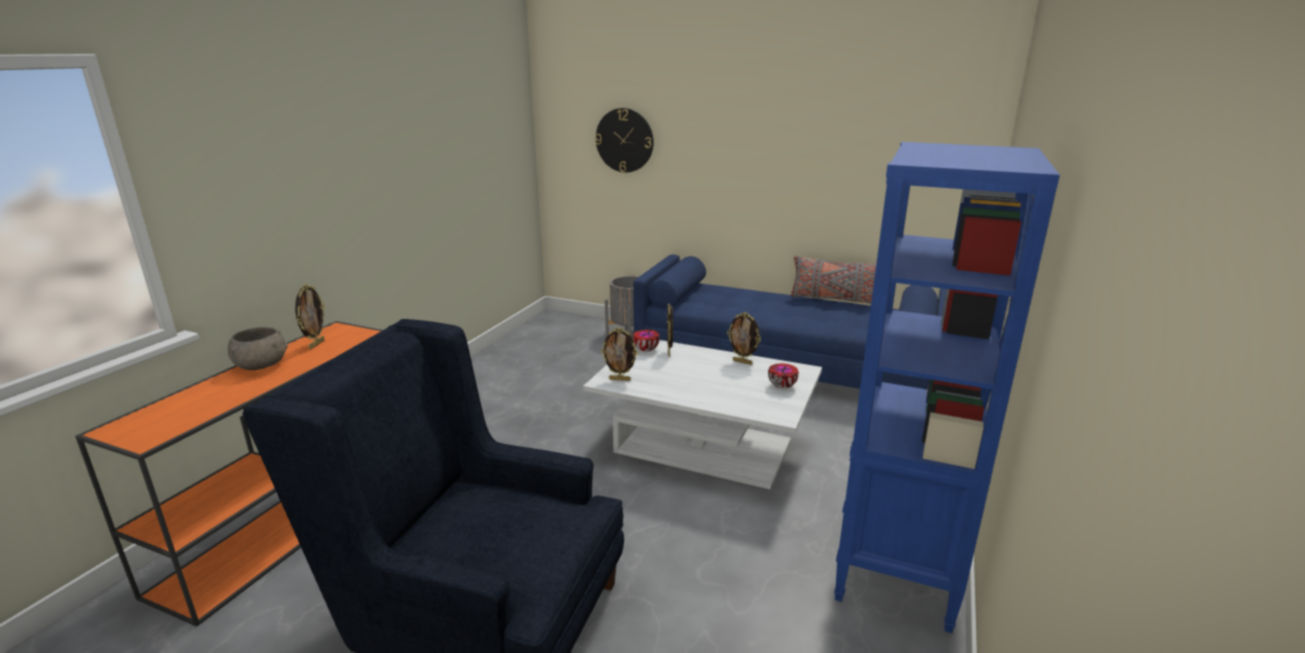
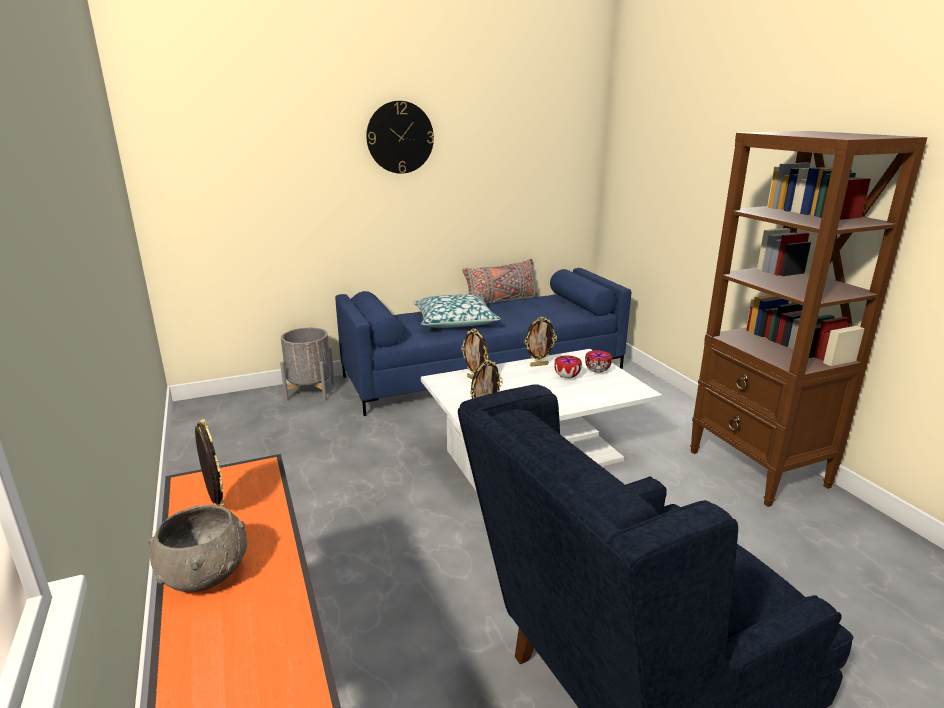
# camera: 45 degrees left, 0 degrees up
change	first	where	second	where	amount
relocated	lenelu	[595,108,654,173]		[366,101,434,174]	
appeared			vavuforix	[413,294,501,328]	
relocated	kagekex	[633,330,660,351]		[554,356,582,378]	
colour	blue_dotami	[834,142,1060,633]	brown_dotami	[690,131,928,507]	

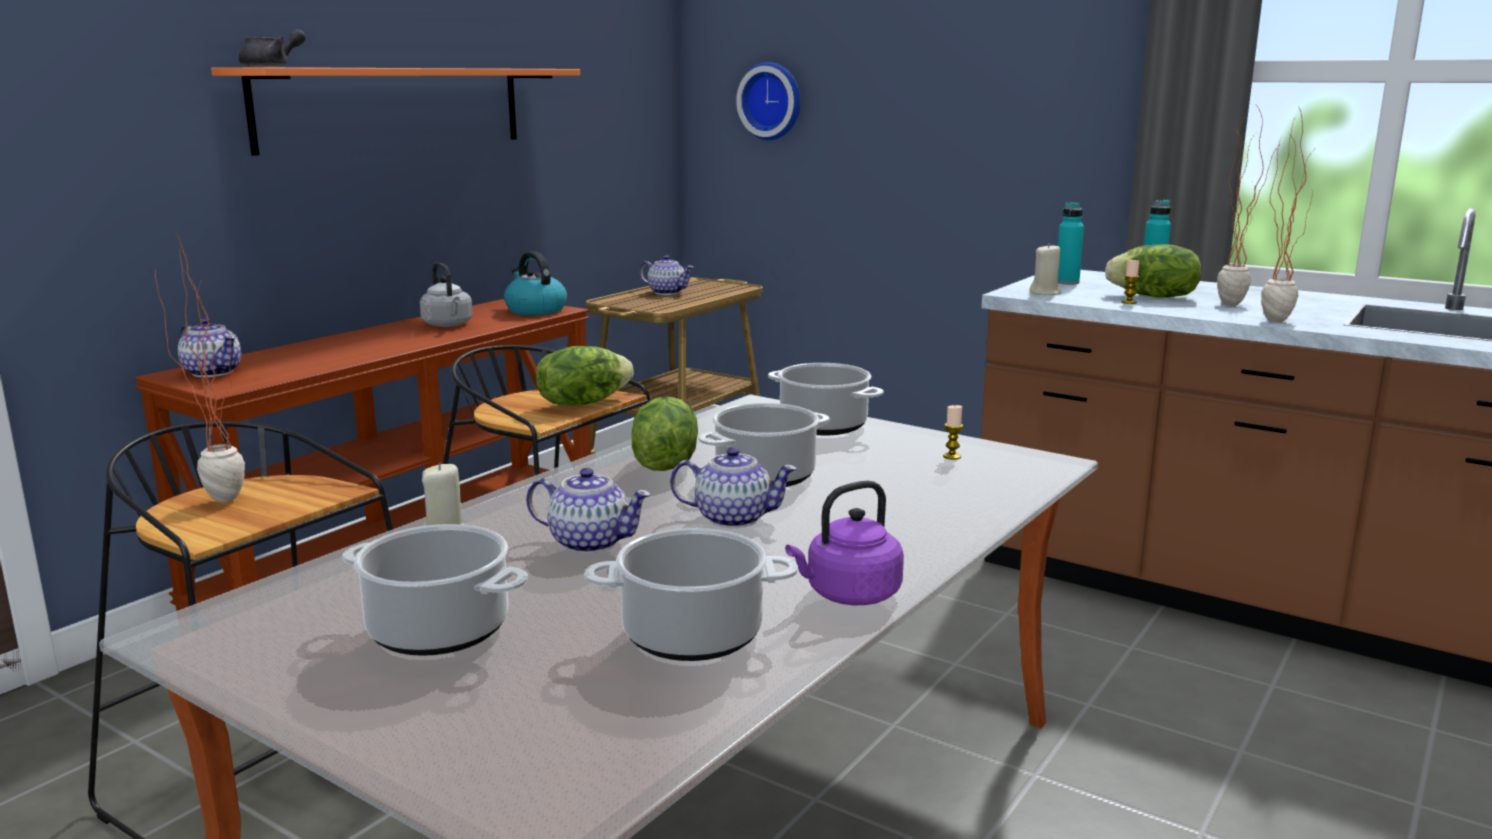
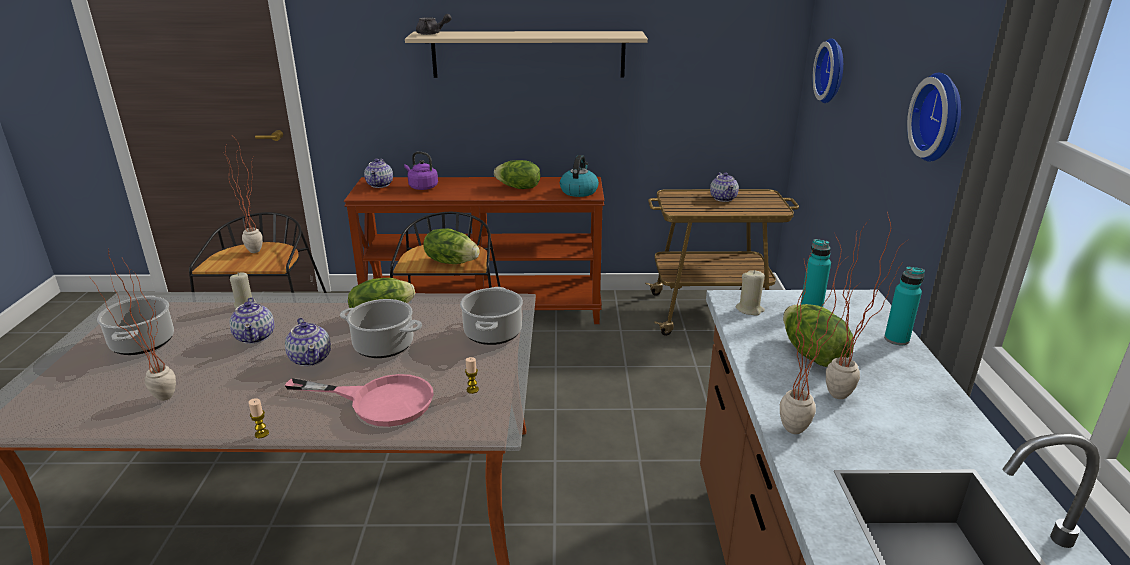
# camera: 55 degrees right, 10 degrees up
change	first	where	second	where	amount
exchanged	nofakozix	[584,528,798,661]	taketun	[90,249,176,401]	
relocated	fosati	[1122,259,1140,304]		[248,398,269,438]	
appeared			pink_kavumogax	[284,374,434,427]	
relocated	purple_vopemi	[785,481,904,605]		[404,152,438,190]	
colour	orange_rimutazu	[211,67,580,156]	beige_rimutazu	[405,31,648,78]	
exchanged	grey_vopemi	[420,262,473,327]	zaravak	[494,160,541,189]	
appeared			lenelu	[907,73,961,162]	

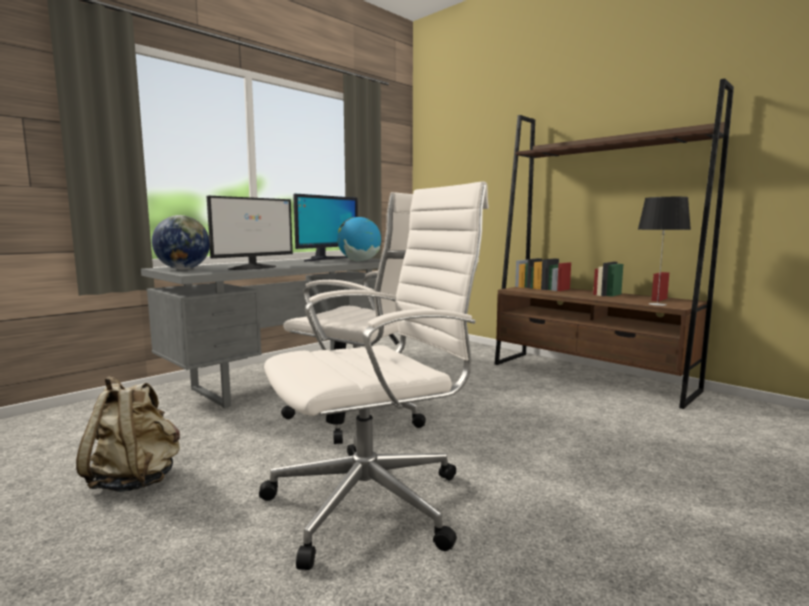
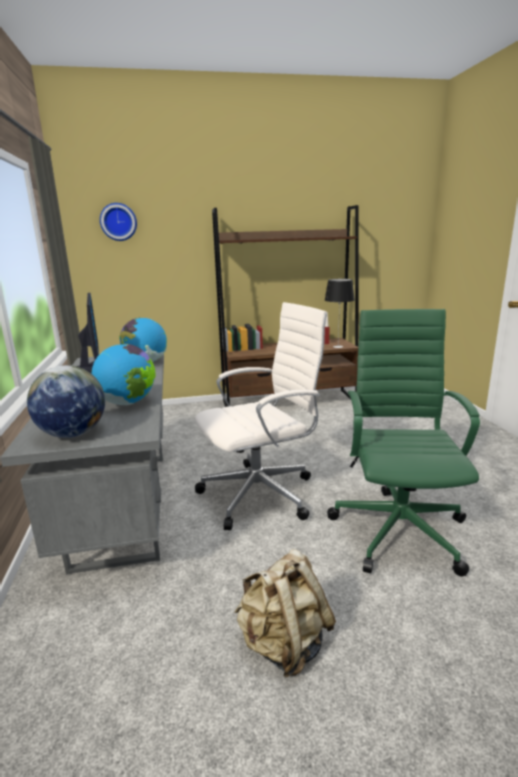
# camera: 55 degrees left, 10 degrees up
change	first	where	second	where	amount
exchanged	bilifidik	[207,196,293,270]	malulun	[92,344,155,405]	
appeared			lenelu	[100,203,137,241]	
colour	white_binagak	[259,181,489,570]	green_binagak	[327,309,480,577]	

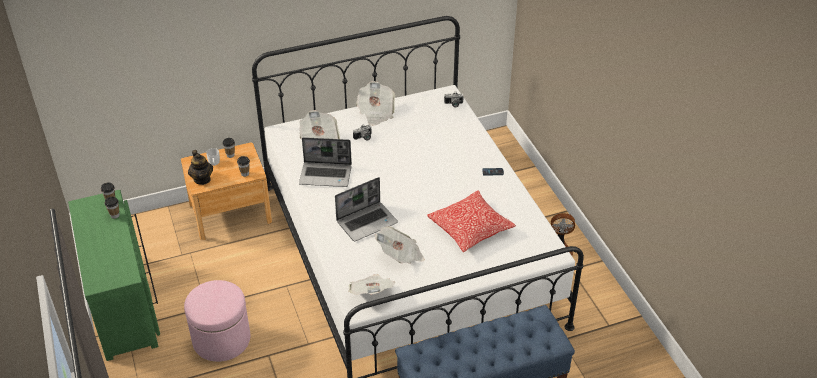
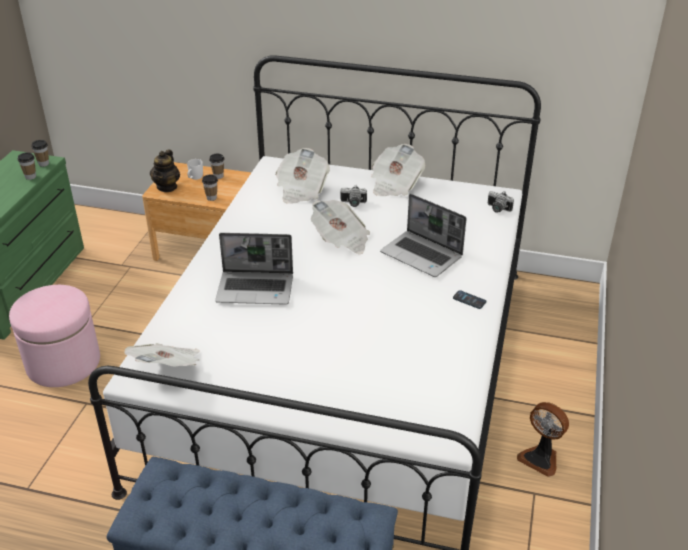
# camera: 35 degrees right, 5 degrees down
change	first	where	second	where	amount
relocated	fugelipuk	[375,226,425,264]		[311,200,370,254]	
relocated	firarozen	[299,137,352,187]		[380,194,466,277]	
missing	vavuforix	[427,191,516,252]			

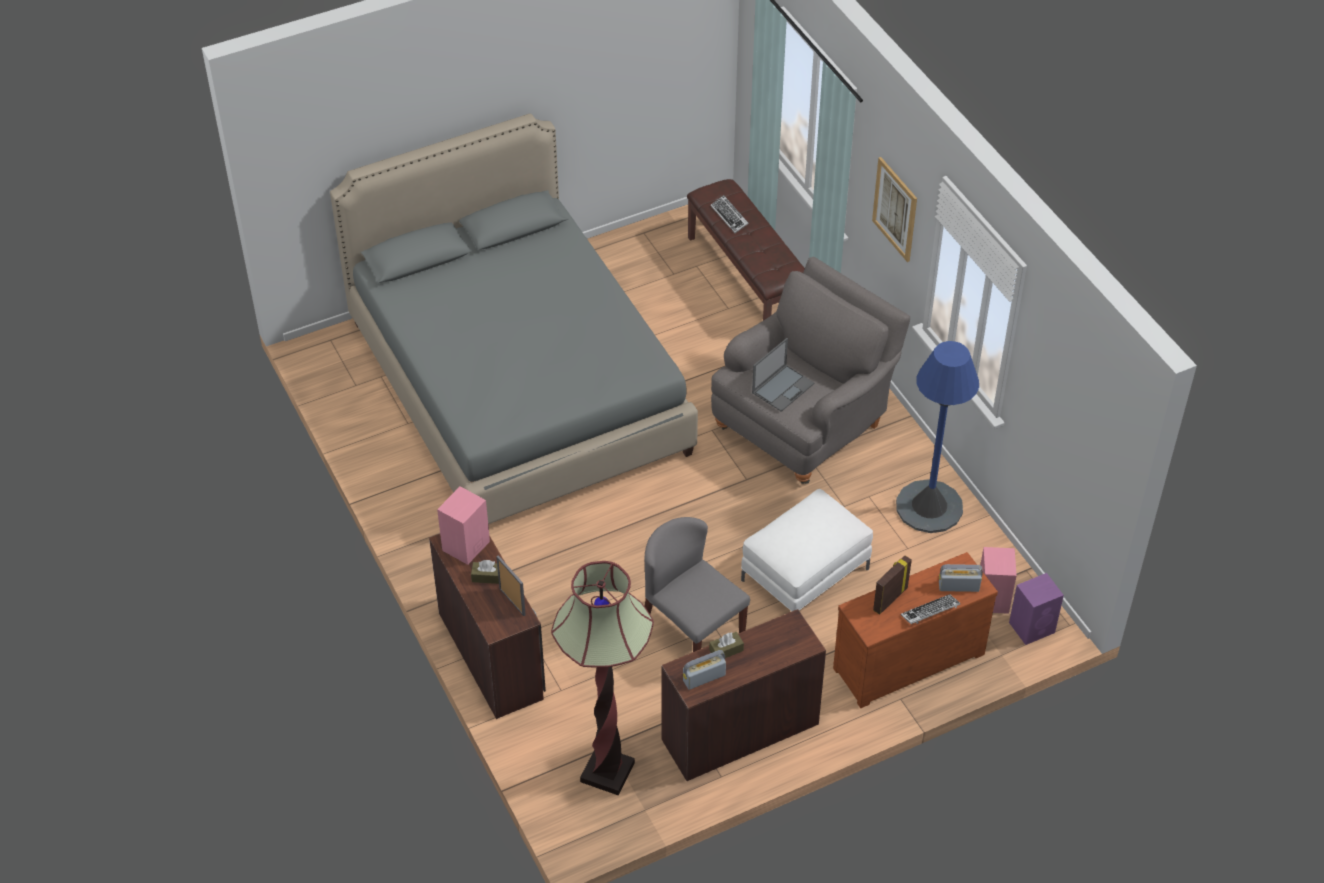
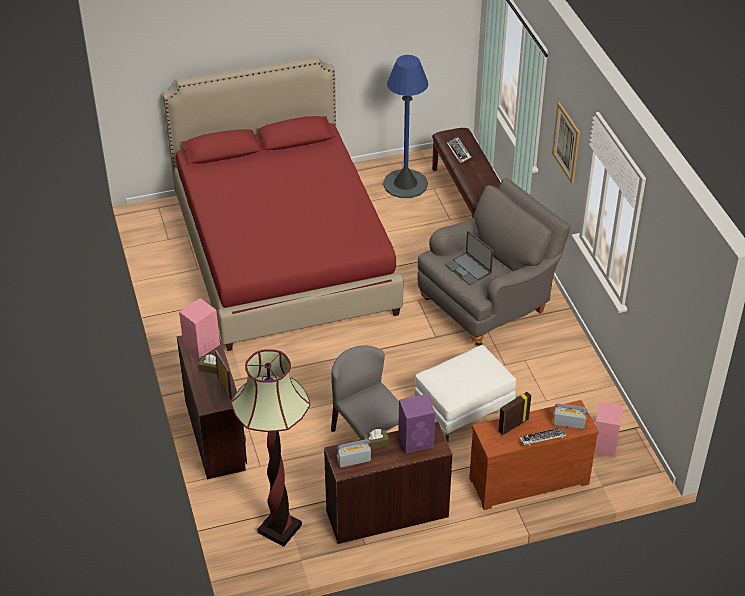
# camera: 10 degrees right, 5 degrees down
change	first	where	second	where	amount
colour	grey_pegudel	[330,113,698,524]	red_pegudel	[163,56,404,351]	
relocated	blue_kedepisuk	[896,341,979,533]		[383,55,428,198]	
relocated	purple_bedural	[1009,573,1064,645]		[398,394,435,453]	
spun	firarozen	[752,338,814,412]		[445,231,494,285]	90 degrees clockwise

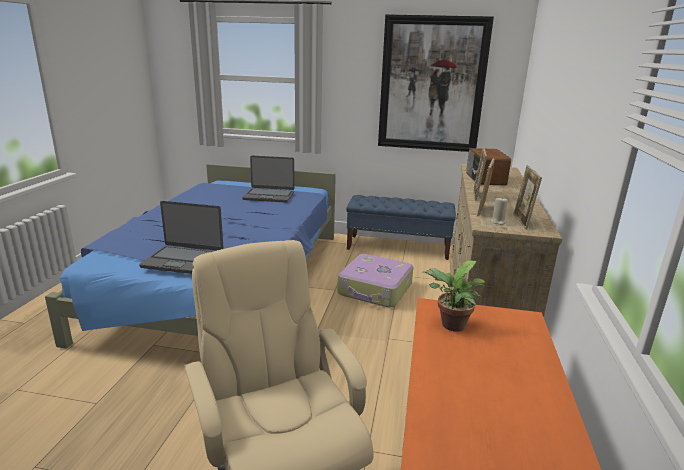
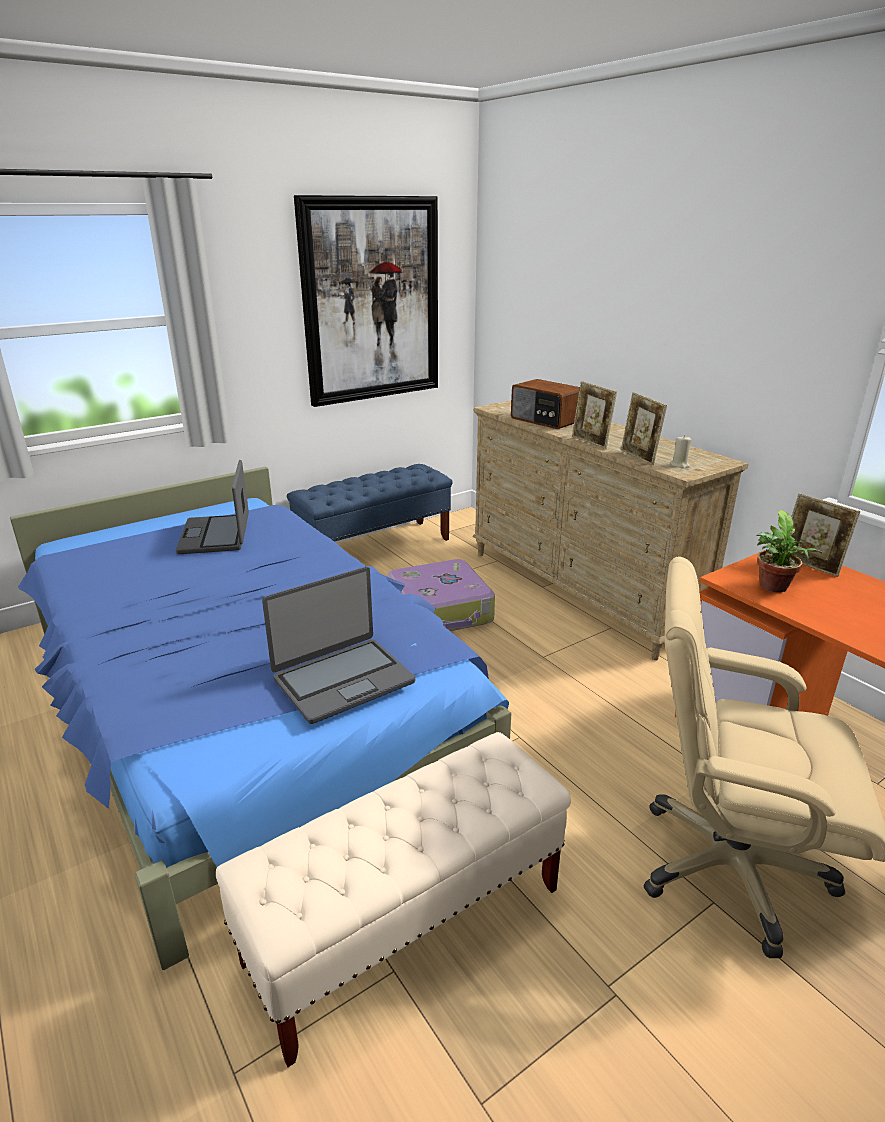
# camera: 45 degrees left, 5 degrees up
change	first	where	second	where	amount
spun	firarozen	[242,156,294,203]		[176,460,249,554]	120 degrees clockwise
appeared			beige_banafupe	[216,732,571,1067]	
relocated	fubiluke	[514,165,542,229]		[784,493,860,577]	

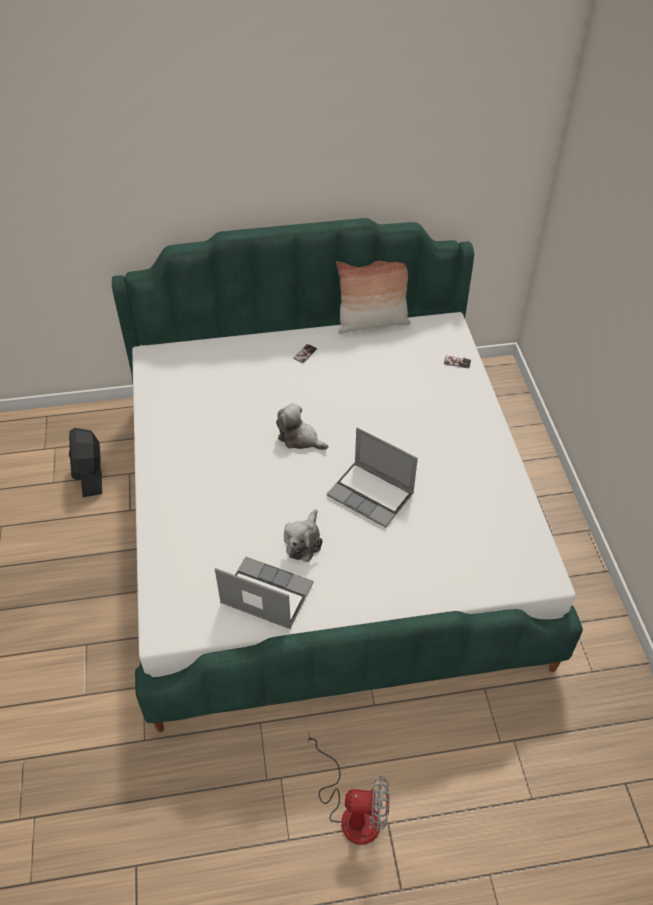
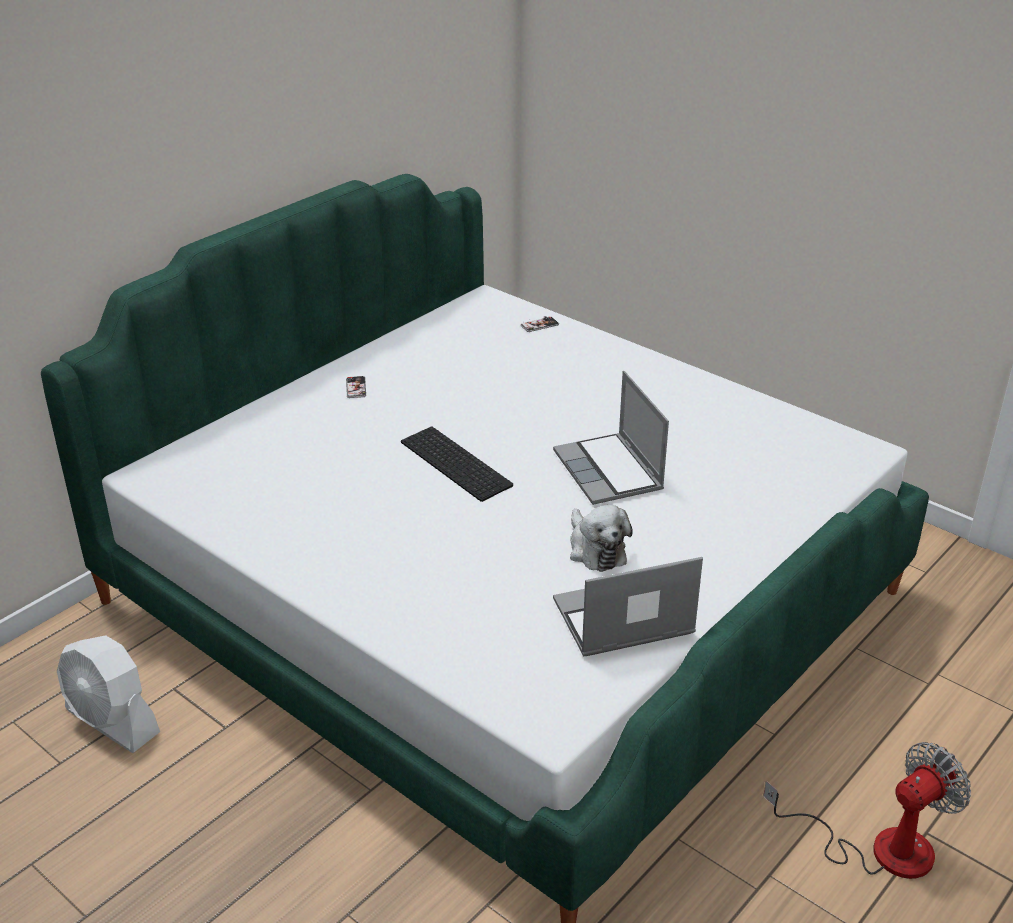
# camera: 40 degrees left, 15 degrees down
change	first	where	second	where	amount
colour	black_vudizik	[69,428,102,497]	white_vudizik	[57,635,160,753]	
exchanged	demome	[276,403,328,450]	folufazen	[401,427,513,502]	
spun	firarozen	[327,427,418,528]		[553,371,669,505]	75 degrees clockwise
missing	vavuforix	[336,261,411,334]			

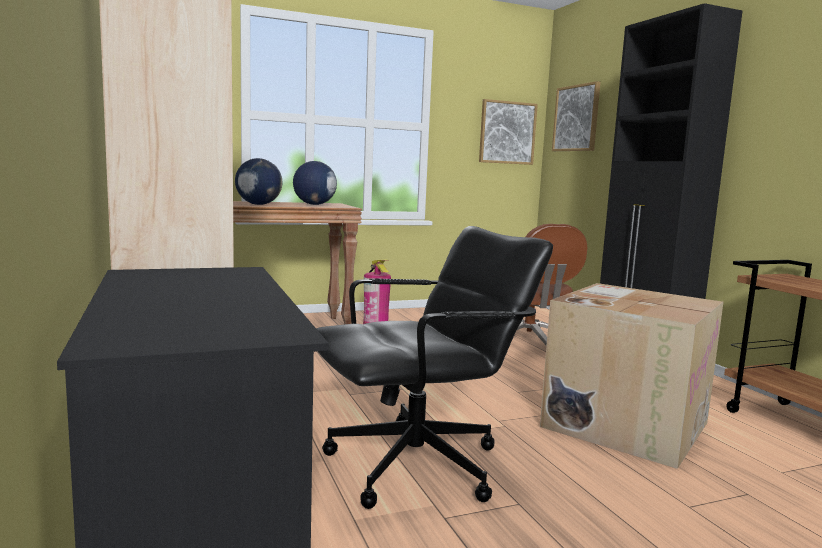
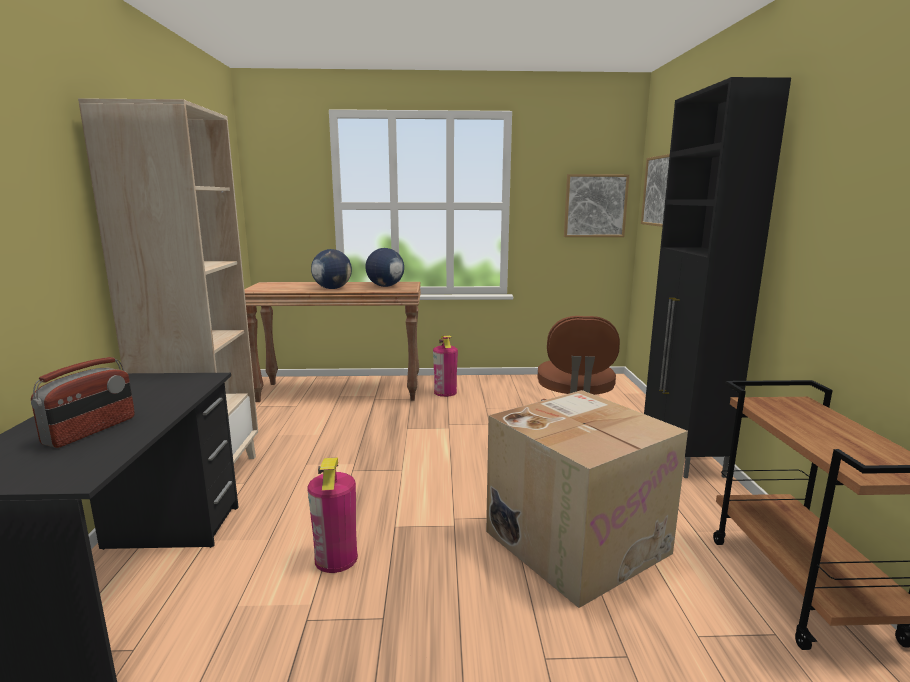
# camera: 20 degrees right, 5 degrees up
change	first	where	second	where	amount
appeared			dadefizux	[31,357,135,448]	
exchanged	black_binagak	[316,226,553,509]	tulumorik	[307,458,358,573]	

